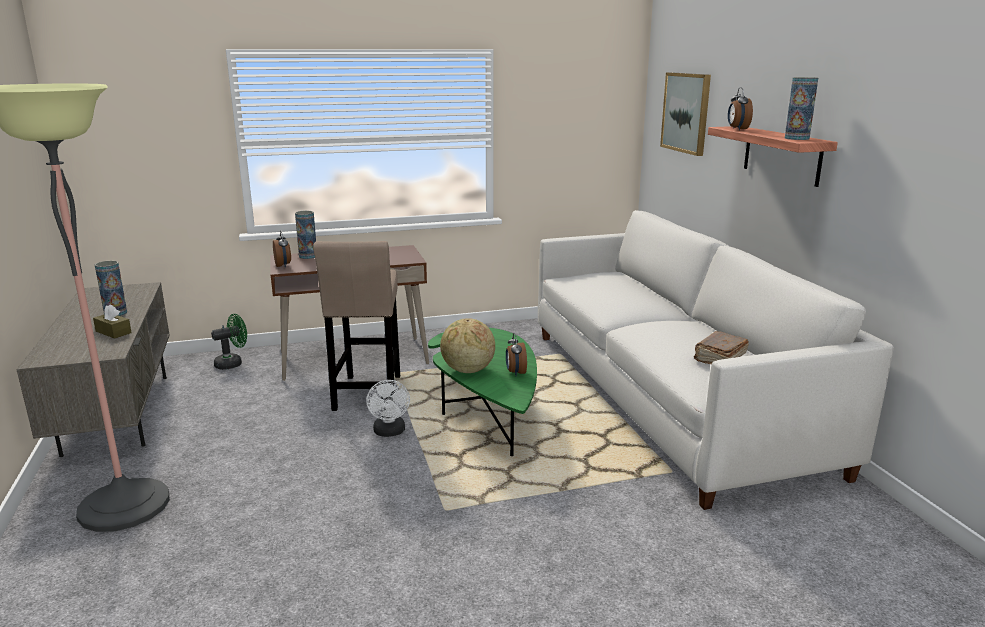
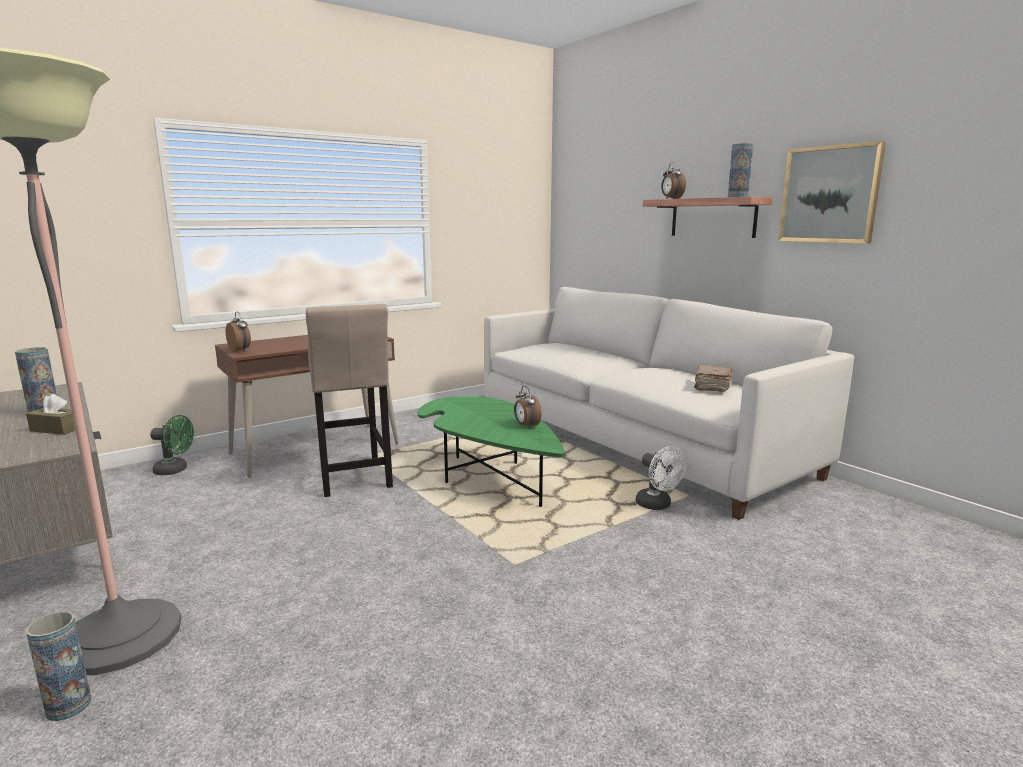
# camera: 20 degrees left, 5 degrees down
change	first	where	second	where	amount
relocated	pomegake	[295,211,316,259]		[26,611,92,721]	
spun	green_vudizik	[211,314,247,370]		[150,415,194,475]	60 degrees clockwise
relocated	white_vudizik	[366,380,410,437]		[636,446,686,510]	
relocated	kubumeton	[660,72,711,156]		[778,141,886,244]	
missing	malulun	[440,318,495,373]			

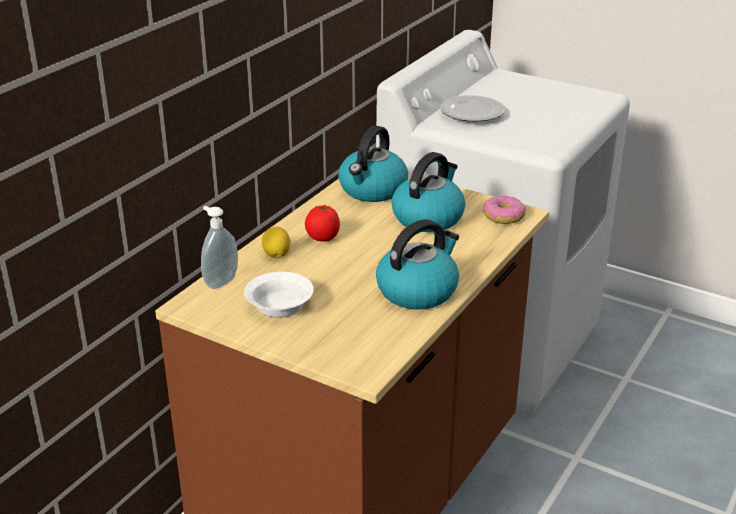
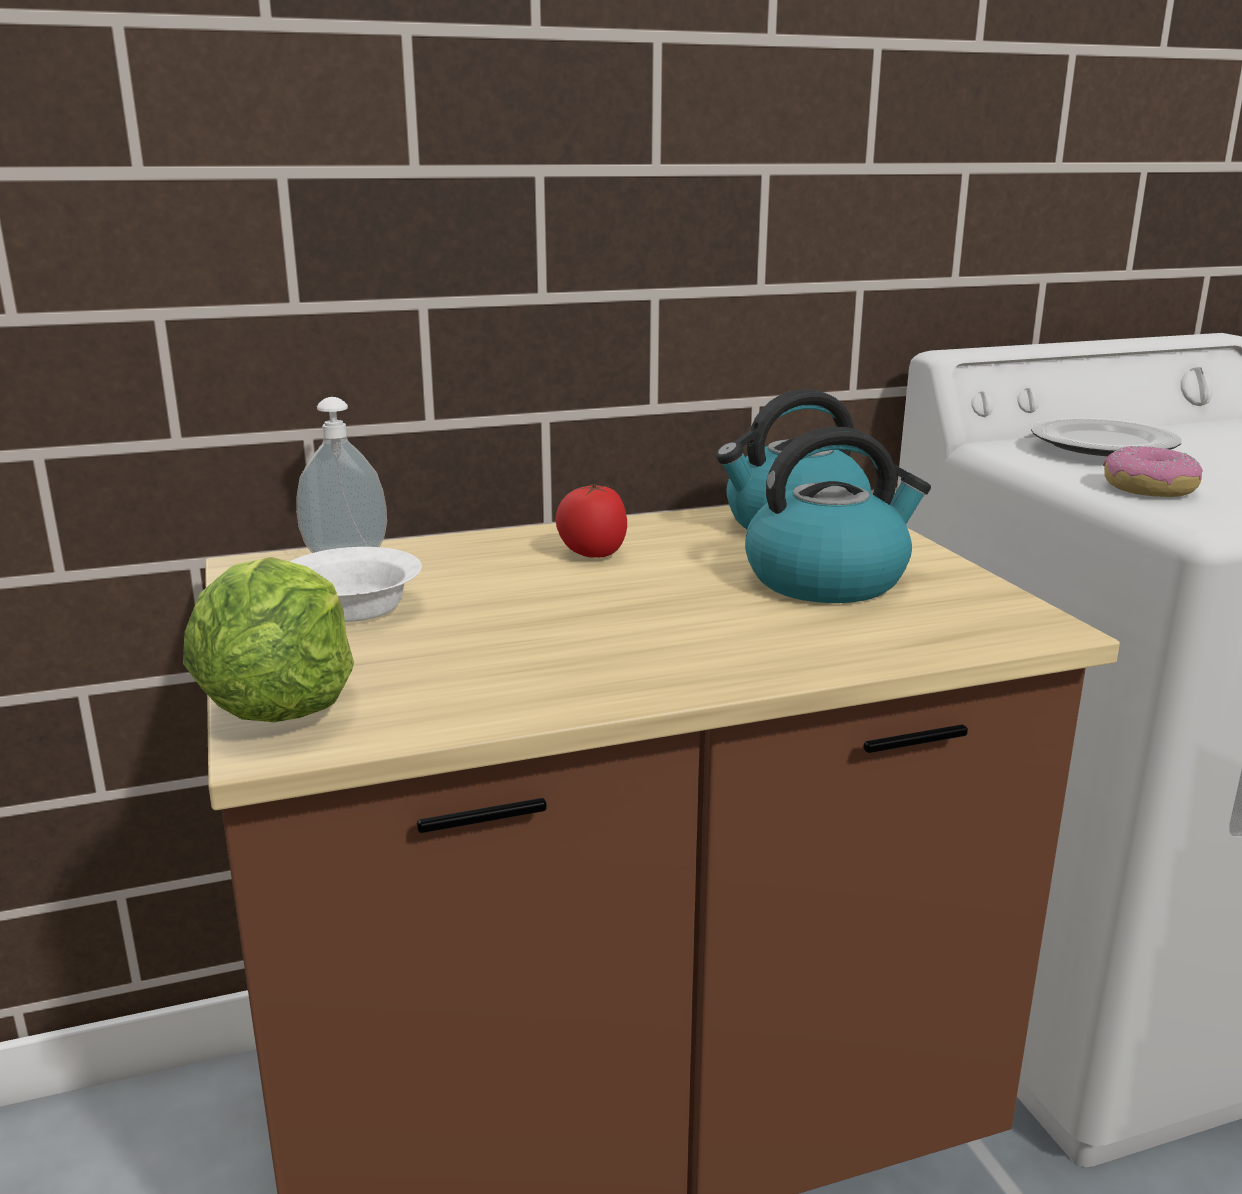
# camera: 40 degrees right, 10 degrees down
change	first	where	second	where	amount
appeared			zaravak	[183,557,354,722]	
relocated	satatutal	[483,195,526,224]		[1103,446,1203,497]	
missing	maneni	[262,227,291,258]			
missing	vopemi	[376,219,459,309]			

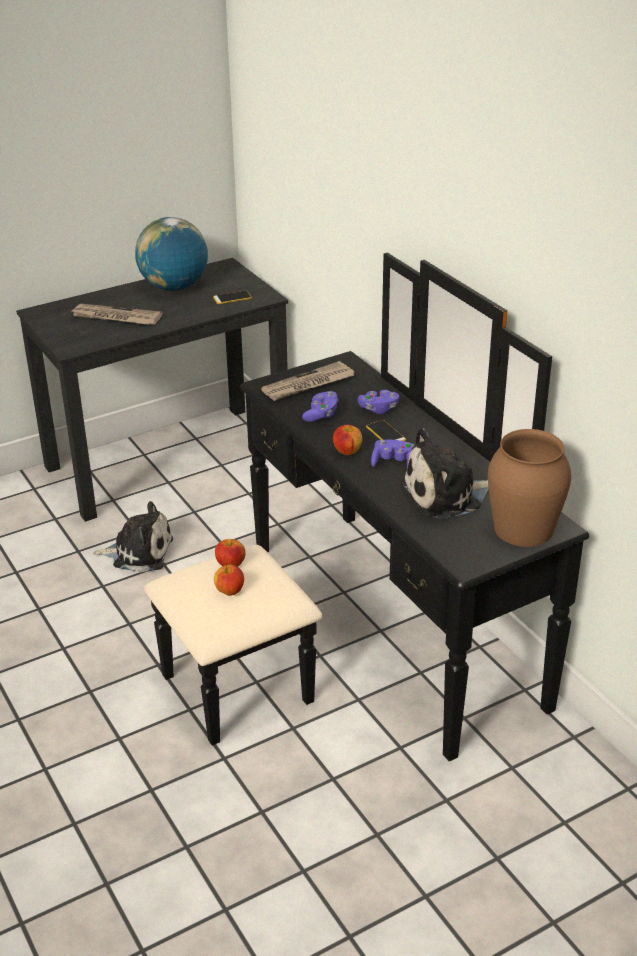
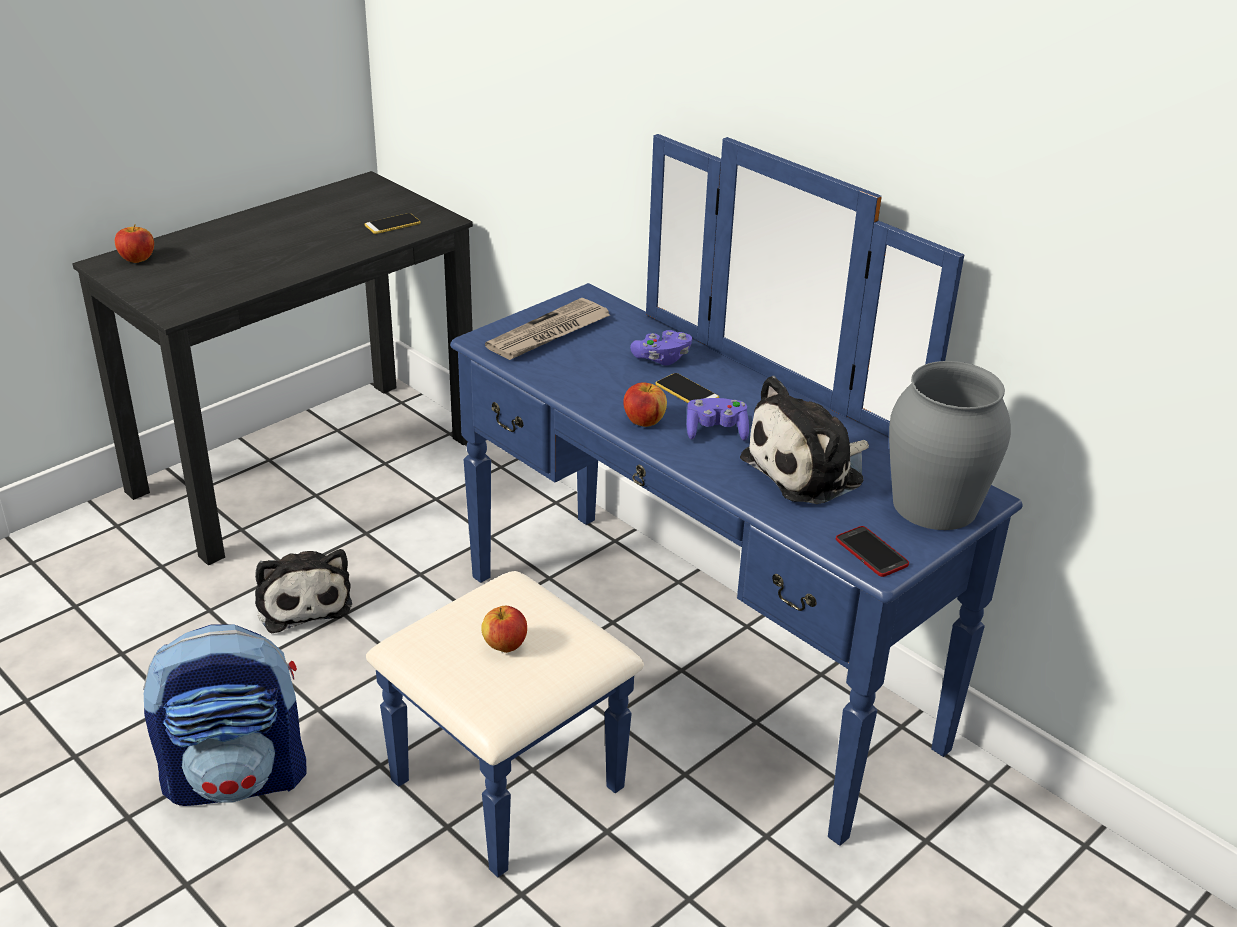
# camera: 15 degrees left, 0 degrees up
change	first	where	second	where	amount
relocated	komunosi	[215,539,246,567]		[115,224,154,263]	
appeared			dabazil	[143,625,306,806]	
spun	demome	[93,501,173,572]		[255,549,352,633]	75 degrees clockwise
colour	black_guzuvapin	[144,253,589,761]	blue_guzuvapin	[366,134,1023,877]	
appeared			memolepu	[836,526,909,577]	
colour	brown_pomegake	[488,429,571,547]	grey_pomegake	[889,361,1011,530]	
missing	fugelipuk	[72,304,162,325]			
missing	malulun	[135,217,208,291]			
missing	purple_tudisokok	[302,391,338,422]			

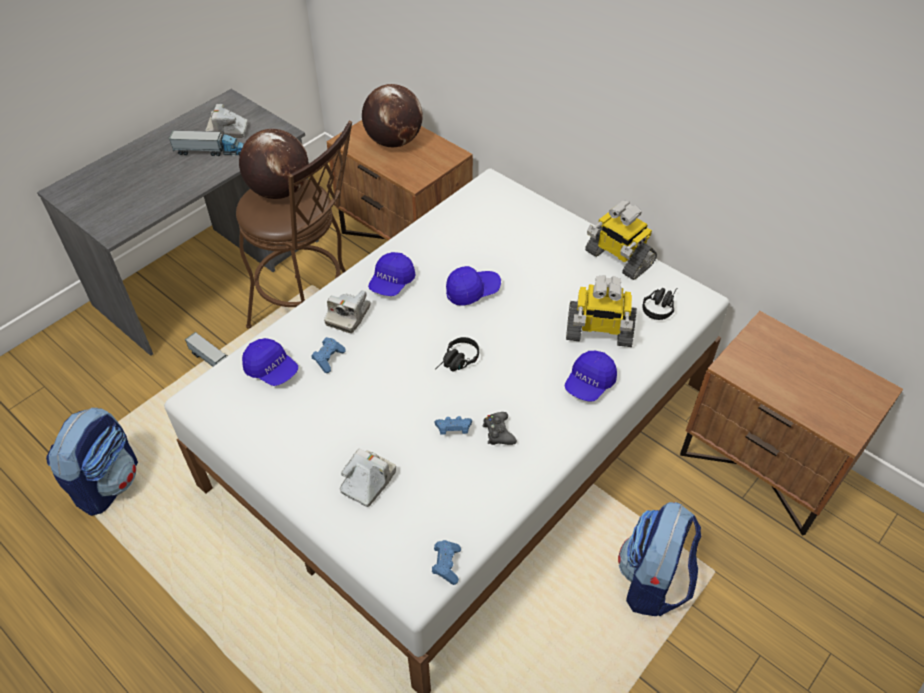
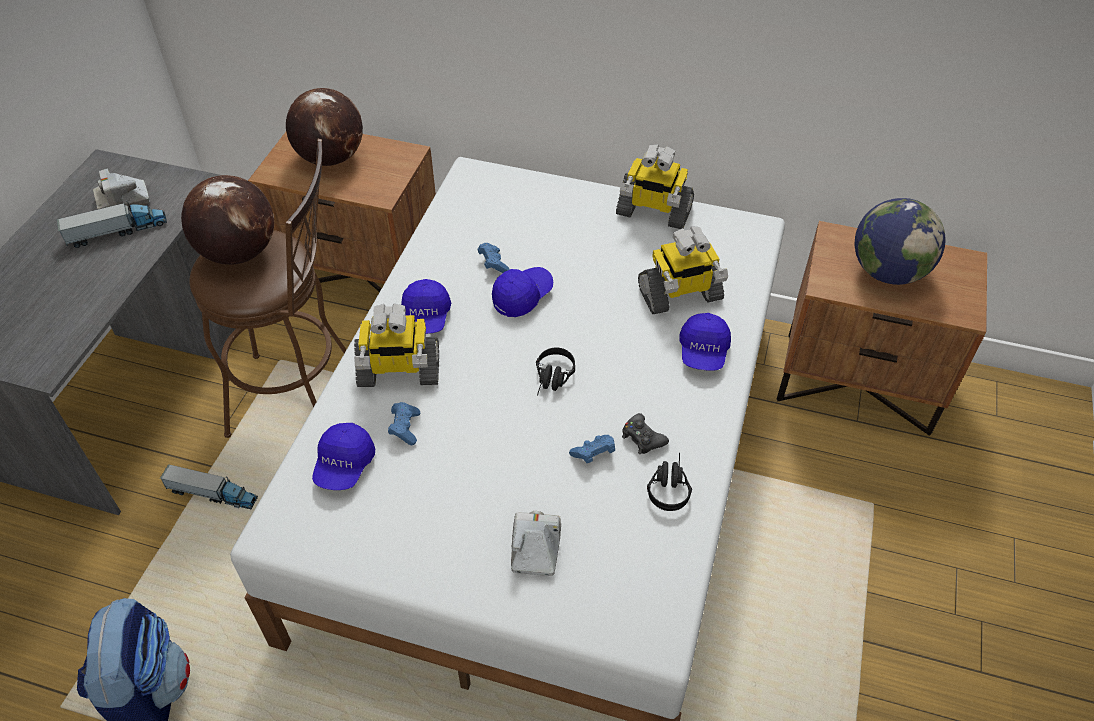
# camera: 25 degrees left, 0 degrees up
change	first	where	second	where	amount
spun	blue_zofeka	[242,338,298,386]		[312,423,375,490]	90 degrees clockwise
exchanged	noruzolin	[324,290,370,333]	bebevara	[354,303,439,387]	
relocated	blue_tudisokok	[432,540,461,585]		[478,243,510,273]	
relocated	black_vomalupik	[642,288,677,320]		[647,453,692,511]	
appeared			malulun	[854,198,945,285]	
missing	dabazil	[618,502,701,616]			

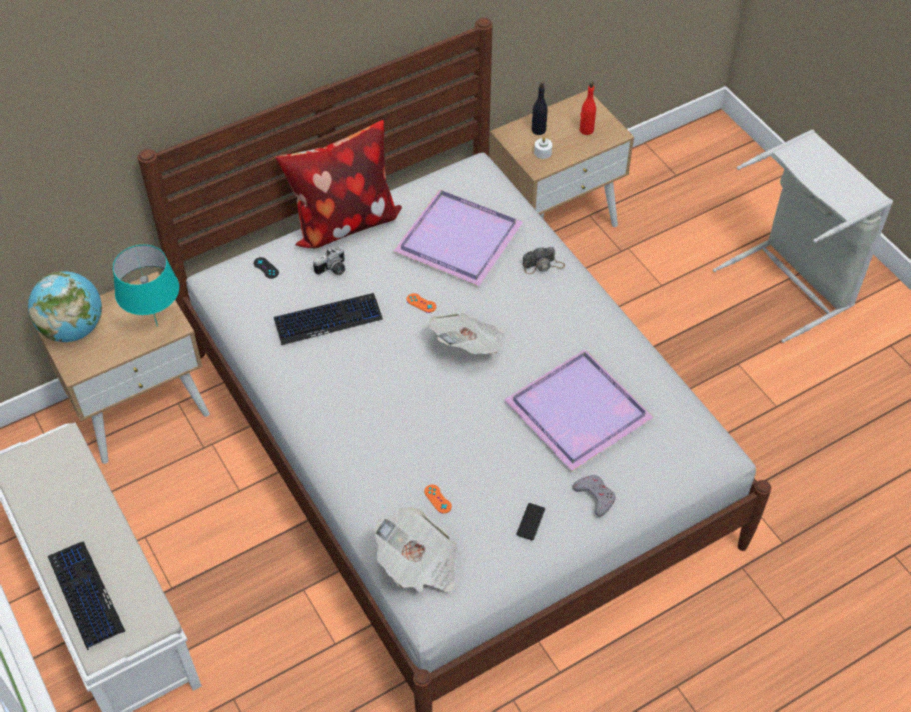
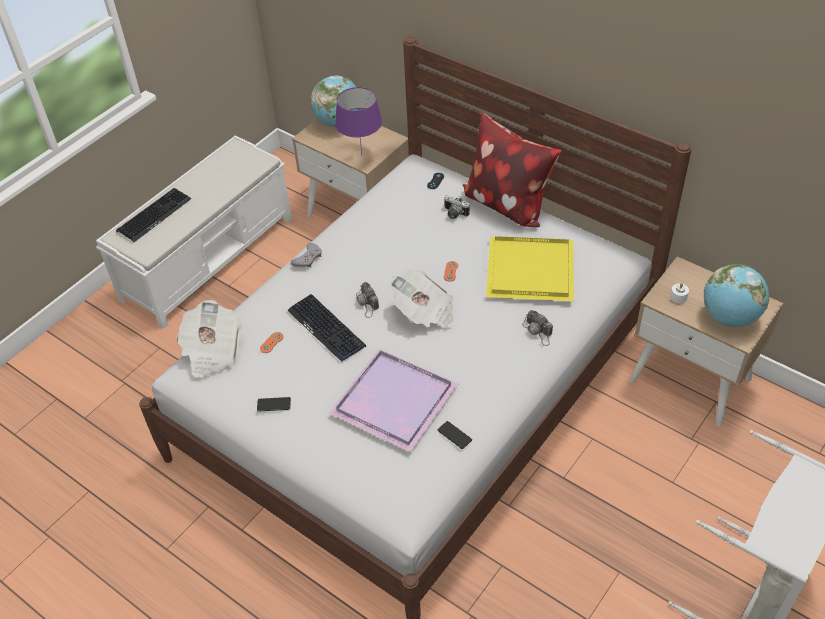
# camera: 70 degrees right, 5 degrees down
change	first	where	second	where	amount
relocated	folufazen	[274,293,383,345]		[287,294,366,362]	
relocated	grey_tudisokok	[573,475,616,517]		[291,243,322,268]	
colour	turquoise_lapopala	[113,245,179,327]	purple_lapopala	[335,87,382,155]	
appeared			noruzolin	[356,282,379,318]	
appeared			memolepu	[438,421,472,449]	
colour	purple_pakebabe	[394,189,523,286]	yellow_pakebabe	[486,236,574,301]	
exchanged	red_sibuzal	[580,81,596,135]	malulun	[704,264,769,327]	
missing	black_sibuzal	[532,82,548,135]			

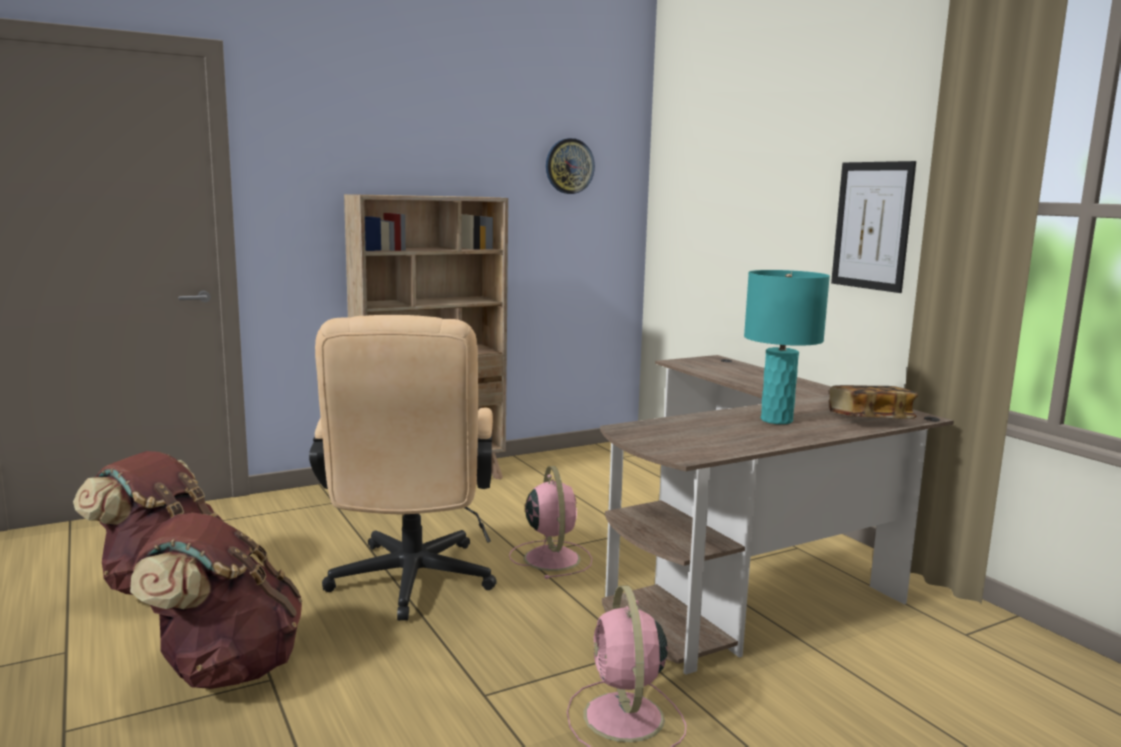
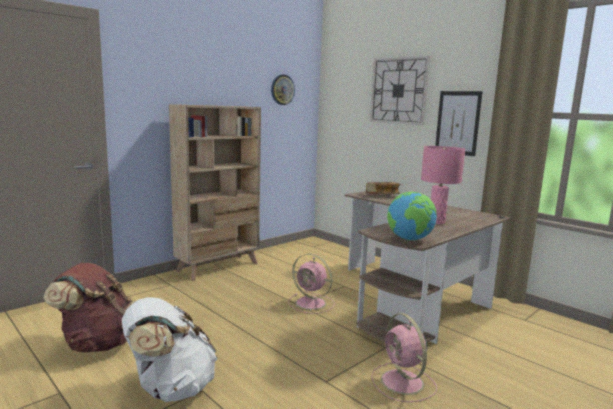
# camera: 15 degrees left, 0 degrees up
change	first	where	second	where	amount
colour	brown_dabazil	[130,513,302,689]	white_dabazil	[122,297,218,402]	
spun	pink_vudizik	[509,466,592,579]		[288,254,335,314]	150 degrees clockwise
relocated	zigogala	[829,385,918,419]		[366,182,400,194]	
appeared			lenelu	[370,56,430,125]	
appeared			malulun	[387,192,437,241]	
colour	turquoise_lapopala	[744,270,830,424]	pink_lapopala	[421,146,465,224]	
missing	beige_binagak	[309,315,497,621]			

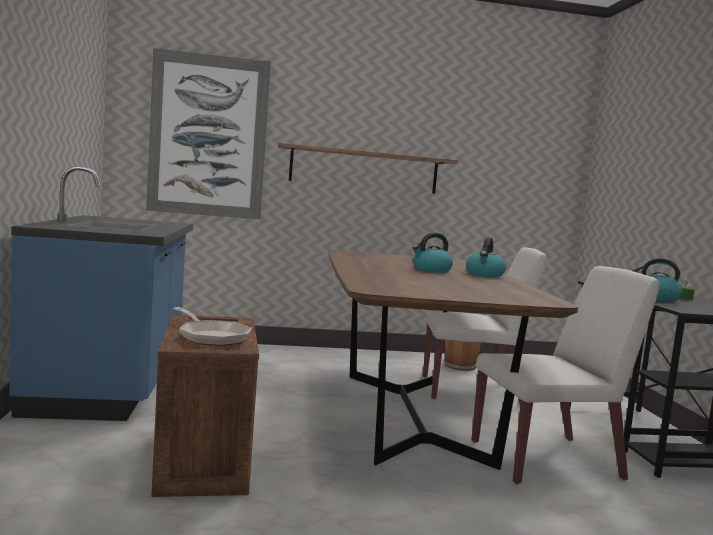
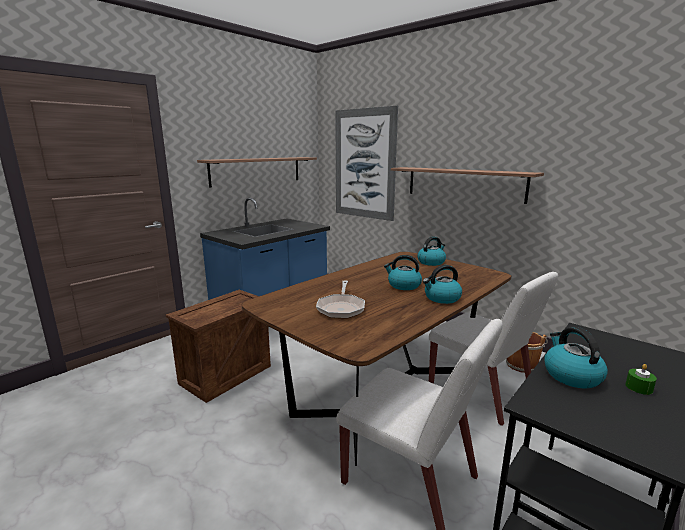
# camera: 50 degrees right, 10 degrees up
change	first	where	second	where	amount
appeared			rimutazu	[197,157,317,188]	
relocated	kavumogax	[173,307,252,346]		[316,280,365,319]	
appeared			vopemi	[418,236,446,266]	

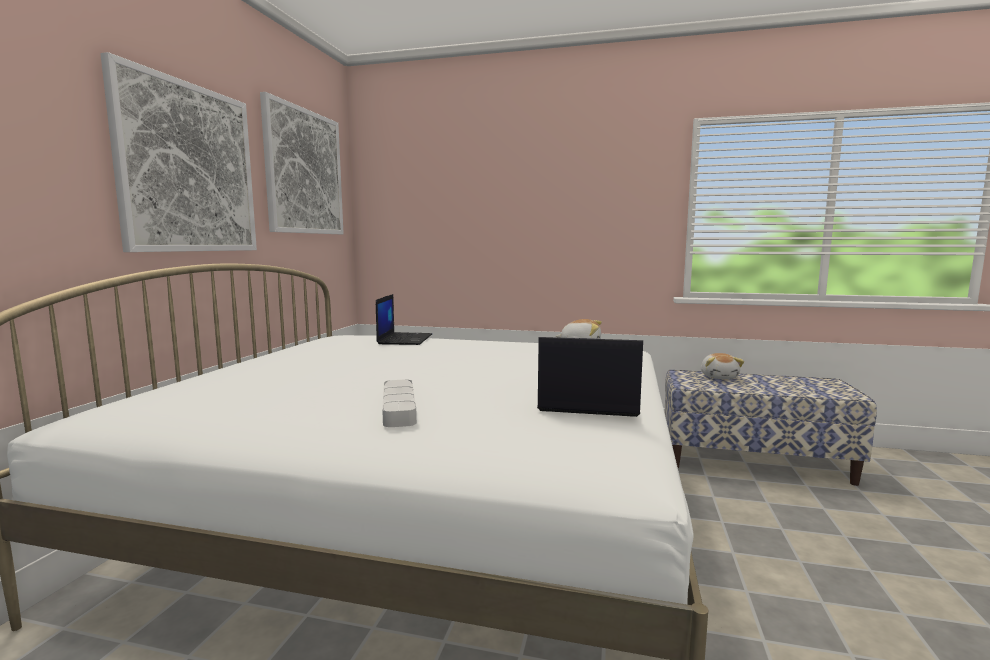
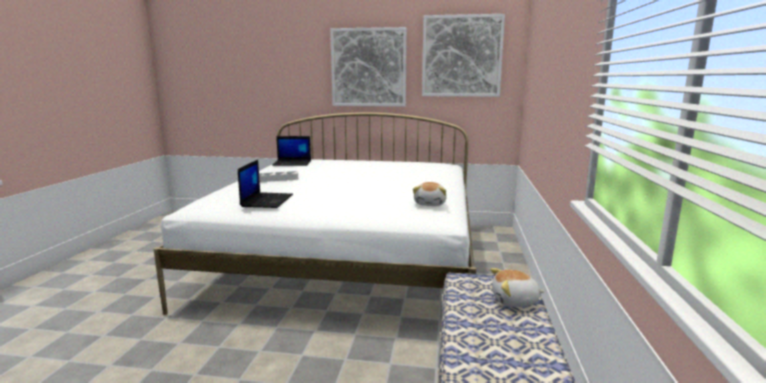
# camera: 85 degrees right, 5 degrees up
change	first	where	second	where	amount
relocated	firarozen	[376,294,432,345]		[272,136,311,166]	

